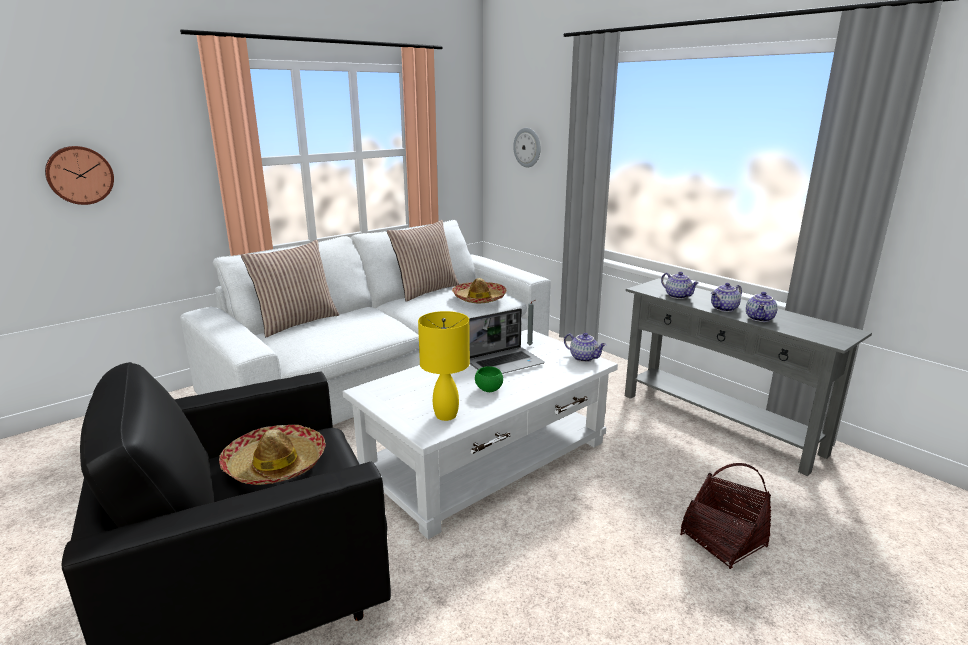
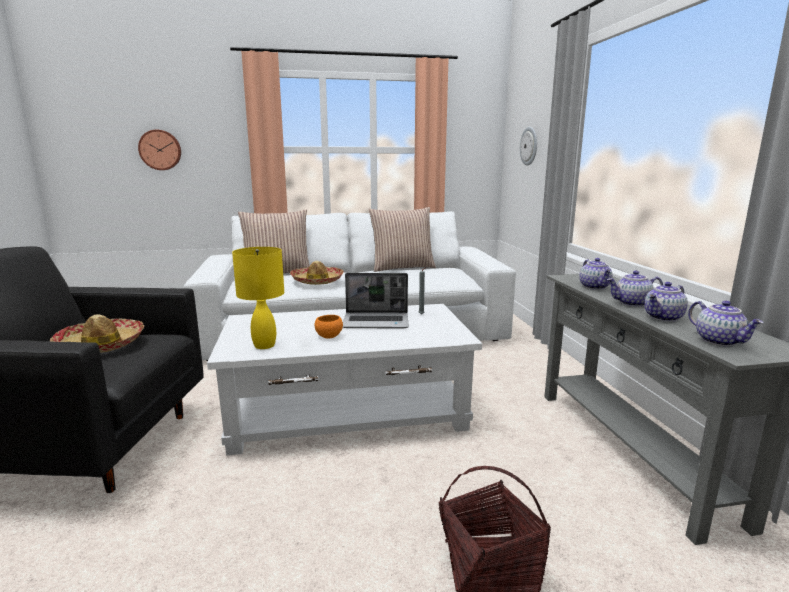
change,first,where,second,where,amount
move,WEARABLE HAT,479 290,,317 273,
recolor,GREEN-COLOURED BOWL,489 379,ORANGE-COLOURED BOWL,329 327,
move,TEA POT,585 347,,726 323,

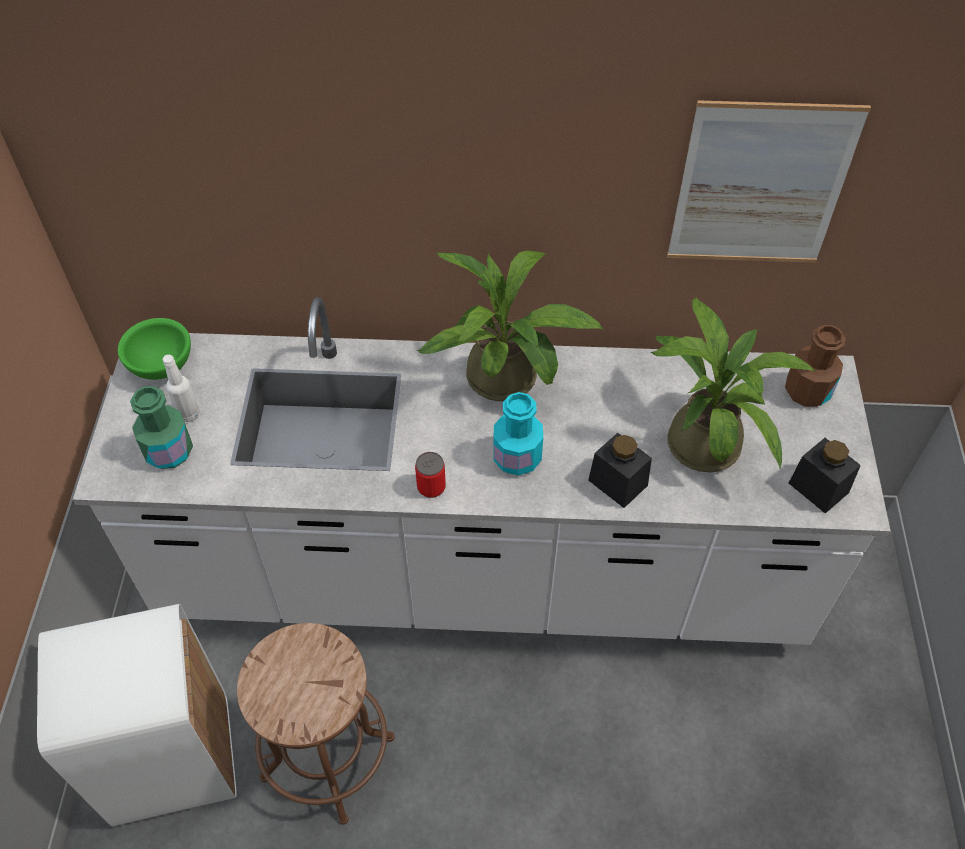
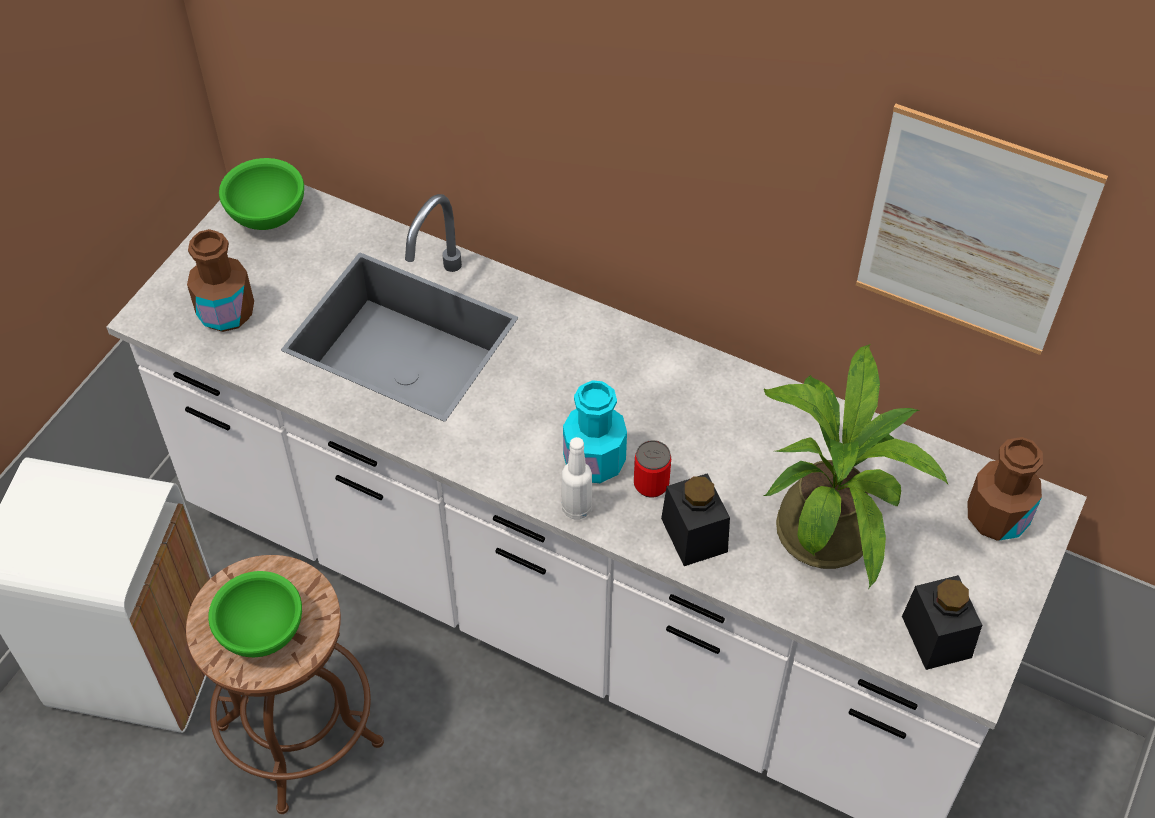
change,first,where,second,where,amount
recolor,GREEN-COLOURED BOTTLE,161 427,BROWN BOTTLE,220 280,
insert,,,GREEN-COLOURED BOWL,255 614,
move,WHITISH BOTTLE,181 388,,576 478,
move,CAN,430 475,,652 469,
delete,POTTED PLANT,510 325,,,

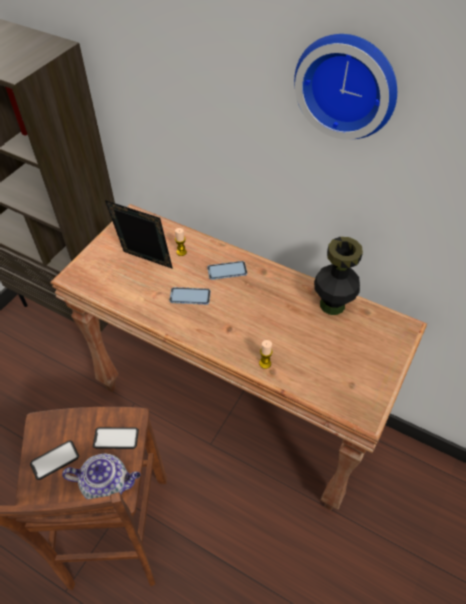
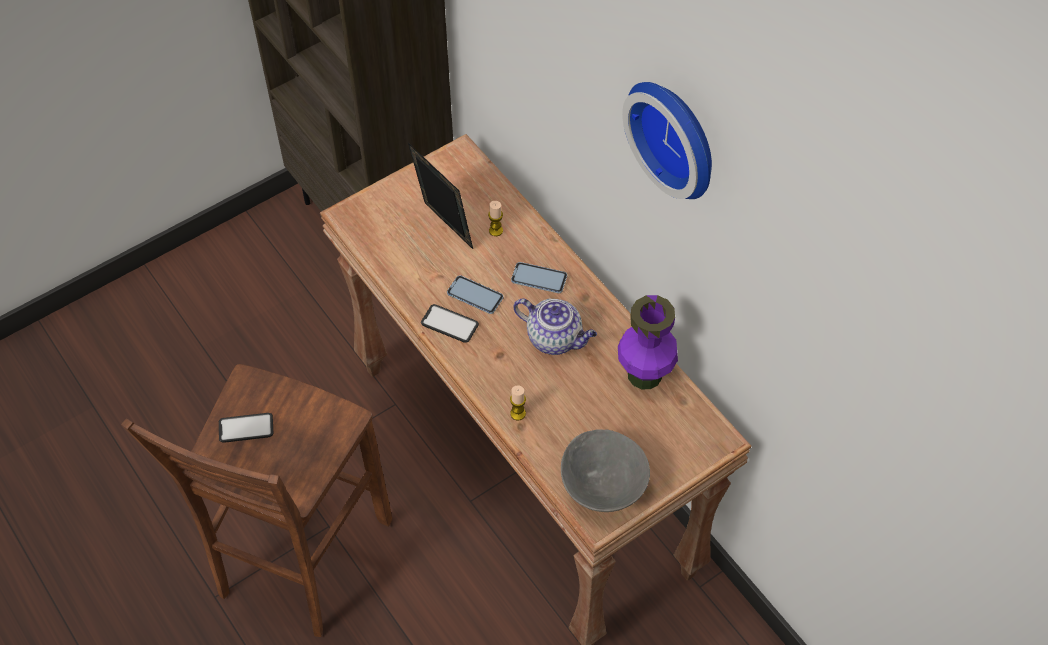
change,first,where,second,where,amount
move,PHONE,116 438,,450 323,
move,TEA POT,101 476,,555 327,
insert,,,GREY BOWL,605 470,
recolor,BLACK FLOWER VASE,338 276,PURPLISH FLOWER VASE,648 342,

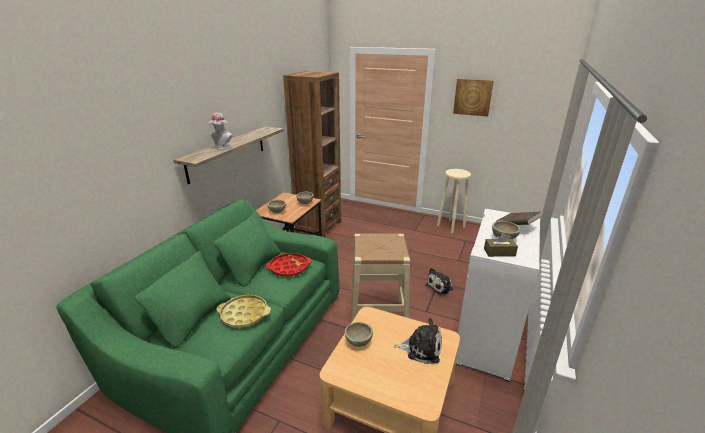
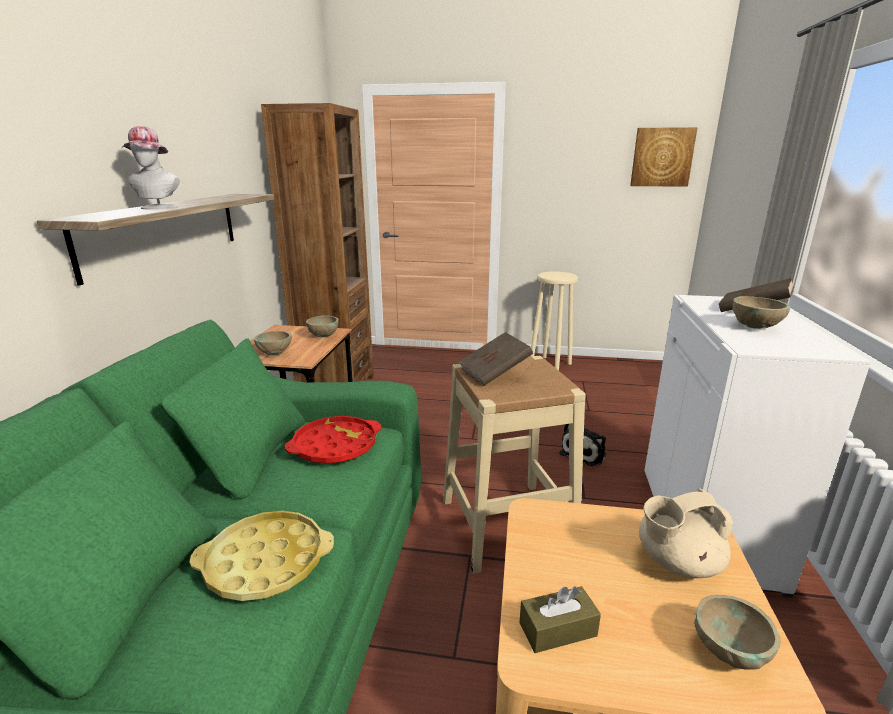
change,first,where,second,where,amount
insert,,,BROWN VOLUME,496 359,
move,BROWN BOX OF TISSUES,501 245,,560 619,
move,WALL ART,473 97,,664 157,
replace,SOFT TOY,418 341,BEIGE-COLOURED TEA POT,686 533,
move,BEIGE-COLOURED BOWL,359 334,,737 632,

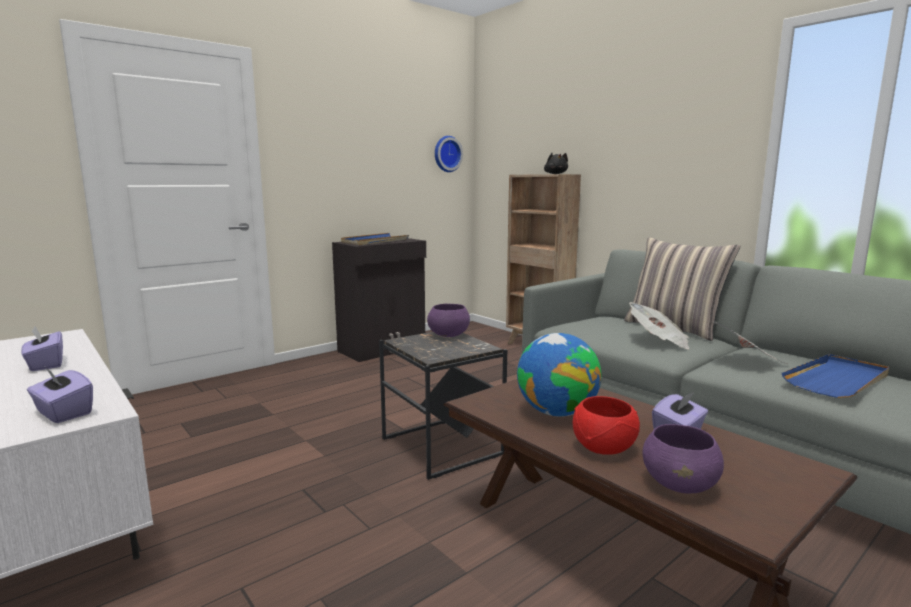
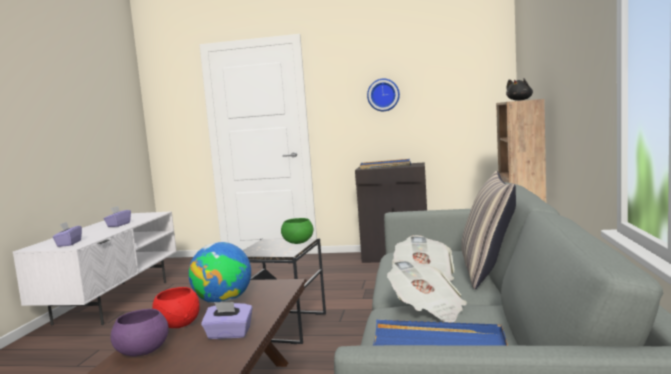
change,first,where,second,where,amount
recolor,PURPLISH BOWL,448 320,GREEN-COLOURED BOWL,297 231,
move,WALL CLOCK,449 154,,383 95,

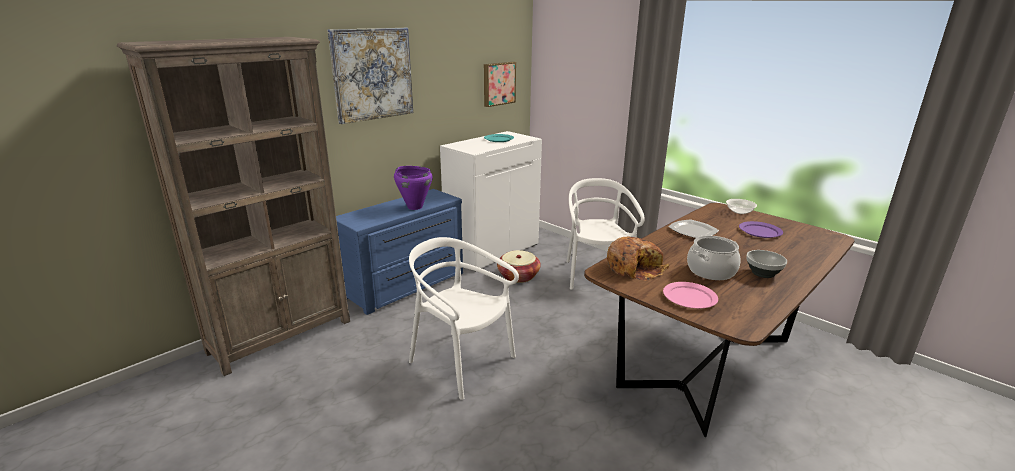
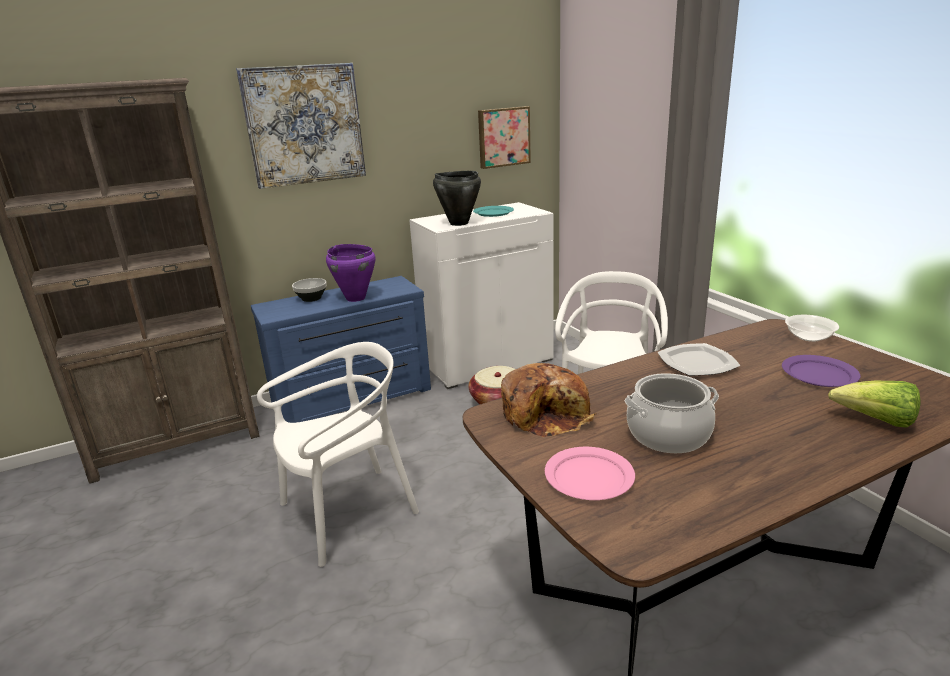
change,first,where,second,where,amount
rotate,WHITISH PLAIN CHAIR,464 318,,338 454,90 degrees clockwise
move,BOWL,766 264,,309 290,
insert,,,BLACK SAUCEPOT,457 198,
insert,,,LETTUCE HEAD,874 404,

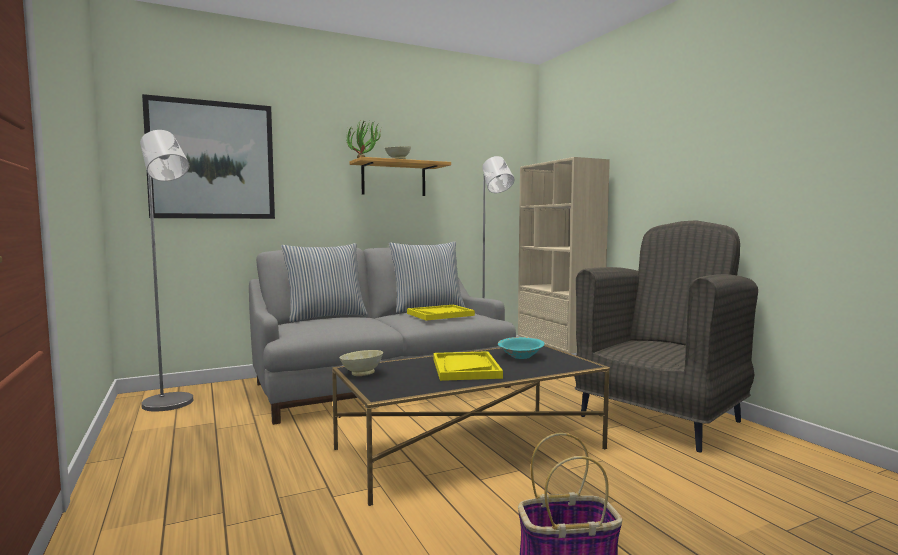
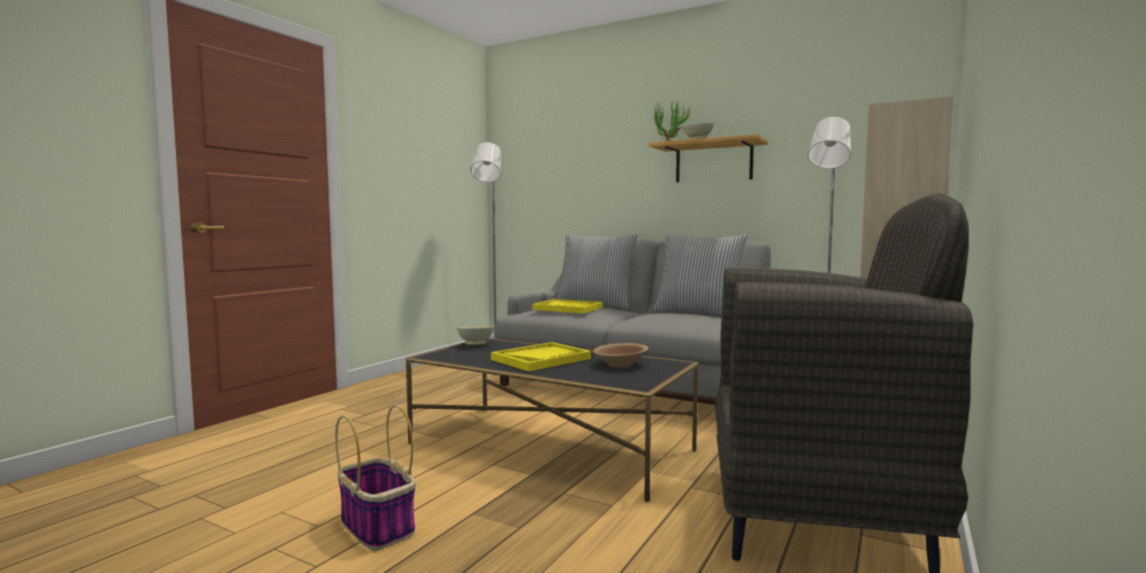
change,first,where,second,where,amount
move,YELLOW-COLOURED CARRYING TRAY,441 313,,567 306,
recolor,TURQUOISE BOWL,521 348,BROWN BOWL,620 355,
delete,WALL ART,208 156,,,

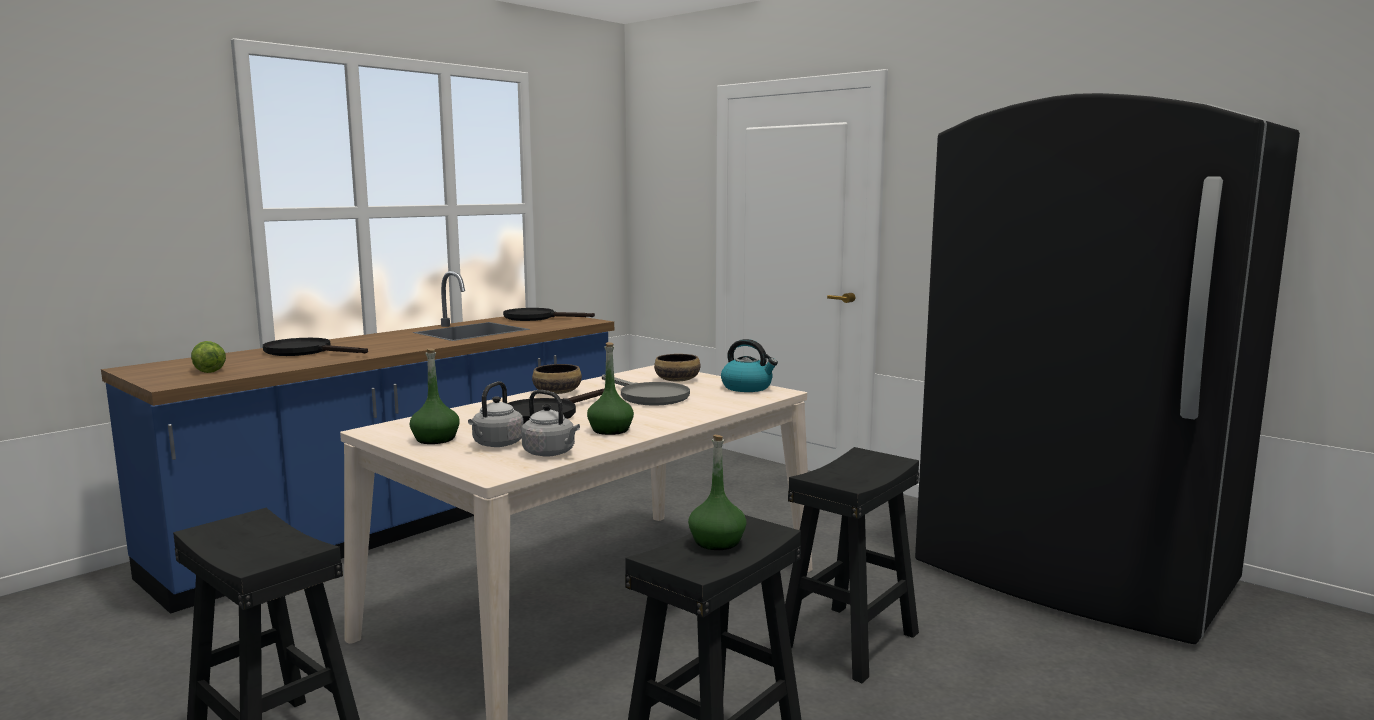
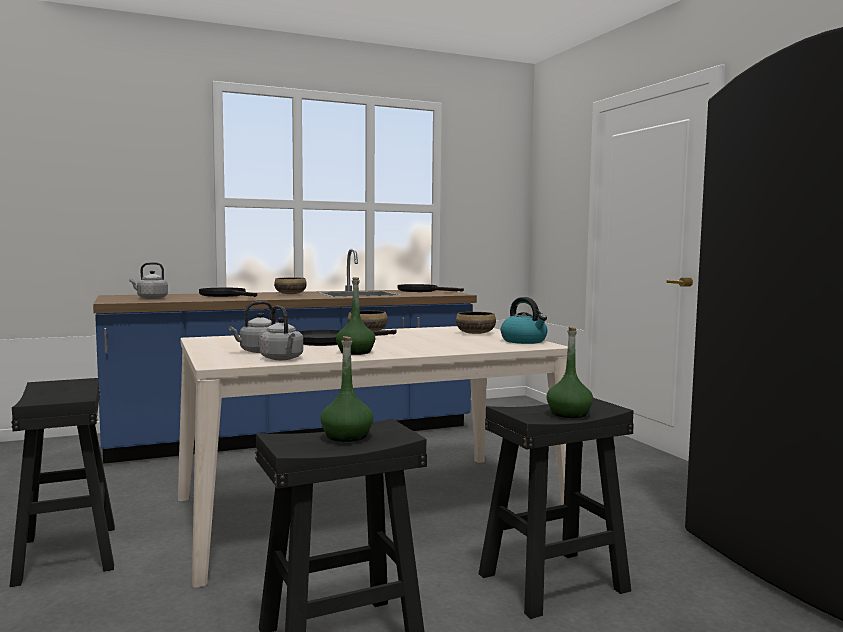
change,first,where,second,where,amount
replace,LETTUCE HEAD,208 357,GREY TEA KETTLE,148 280,
insert,,,BOWL,290 286,
move,GREEN-COLOURED BOTTLE,435 396,,570 372,
delete,GREY FRYING PAN,646 390,,,

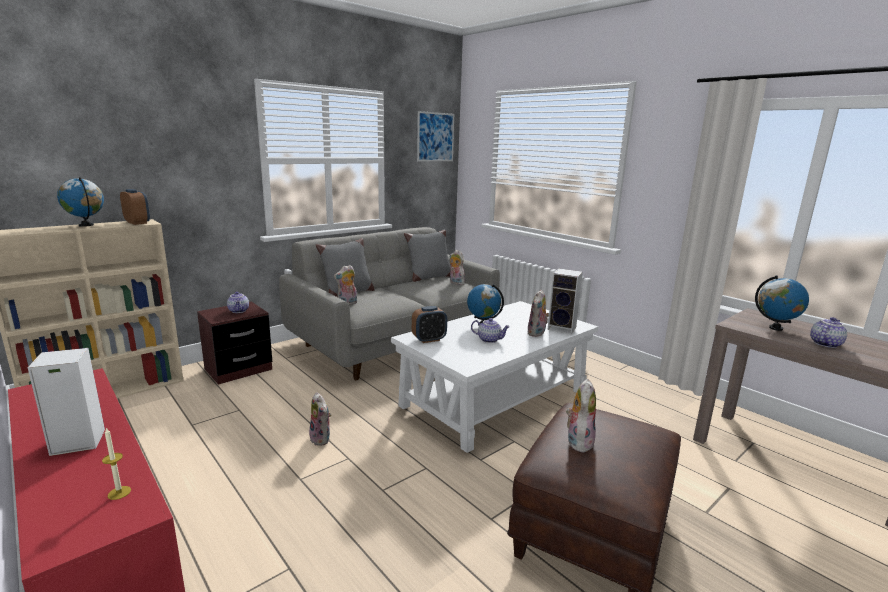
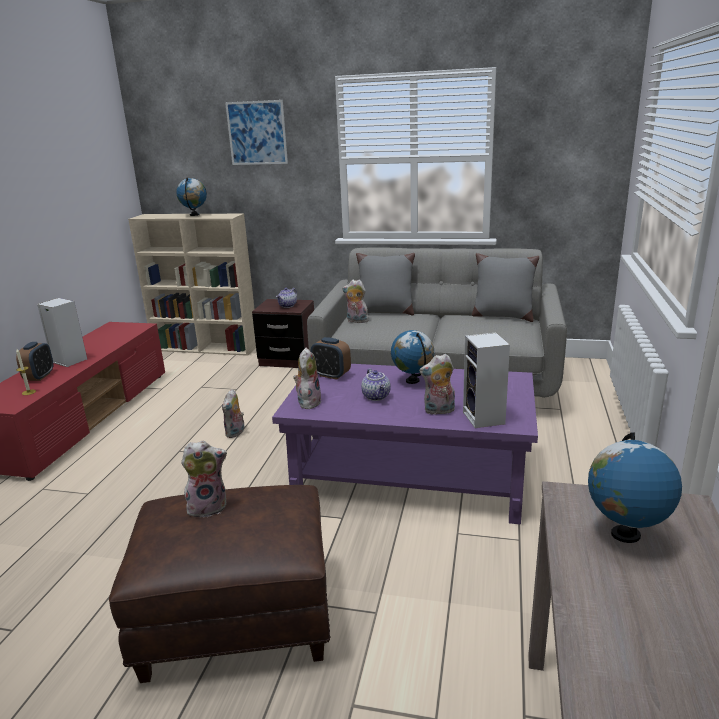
change,first,where,second,where,amount
move,TABLE CLOCK,135 207,,35 361,
move,WALL ART,435 136,,256 132,
recolor,WHITISH LOUNGE TABLE,494 377,PURPLISH LOUNGE TABLE,405 444,
move,SOFT TOY,457 267,,307 378,
delete,TEA POT,828 332,,,

